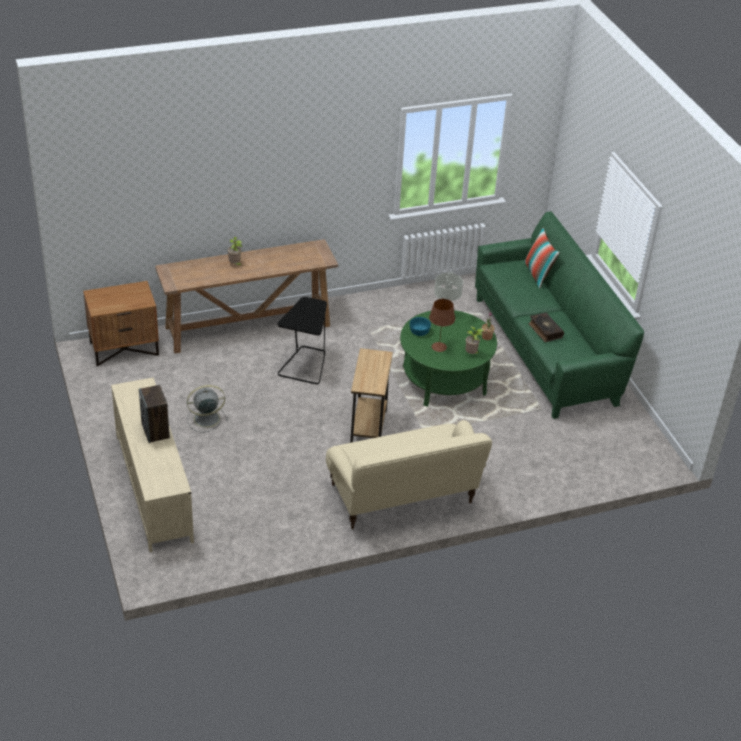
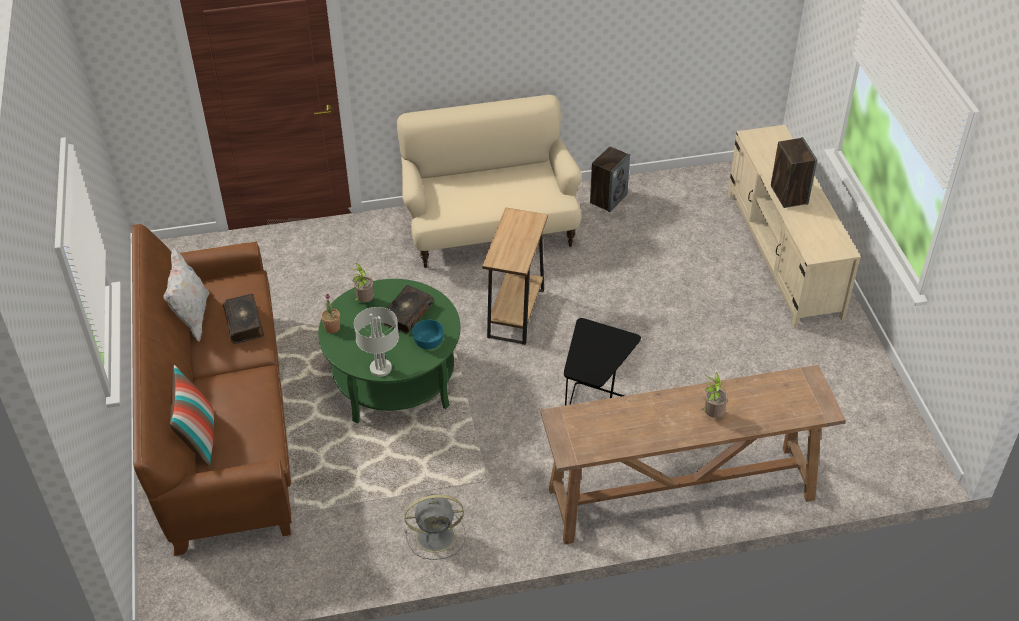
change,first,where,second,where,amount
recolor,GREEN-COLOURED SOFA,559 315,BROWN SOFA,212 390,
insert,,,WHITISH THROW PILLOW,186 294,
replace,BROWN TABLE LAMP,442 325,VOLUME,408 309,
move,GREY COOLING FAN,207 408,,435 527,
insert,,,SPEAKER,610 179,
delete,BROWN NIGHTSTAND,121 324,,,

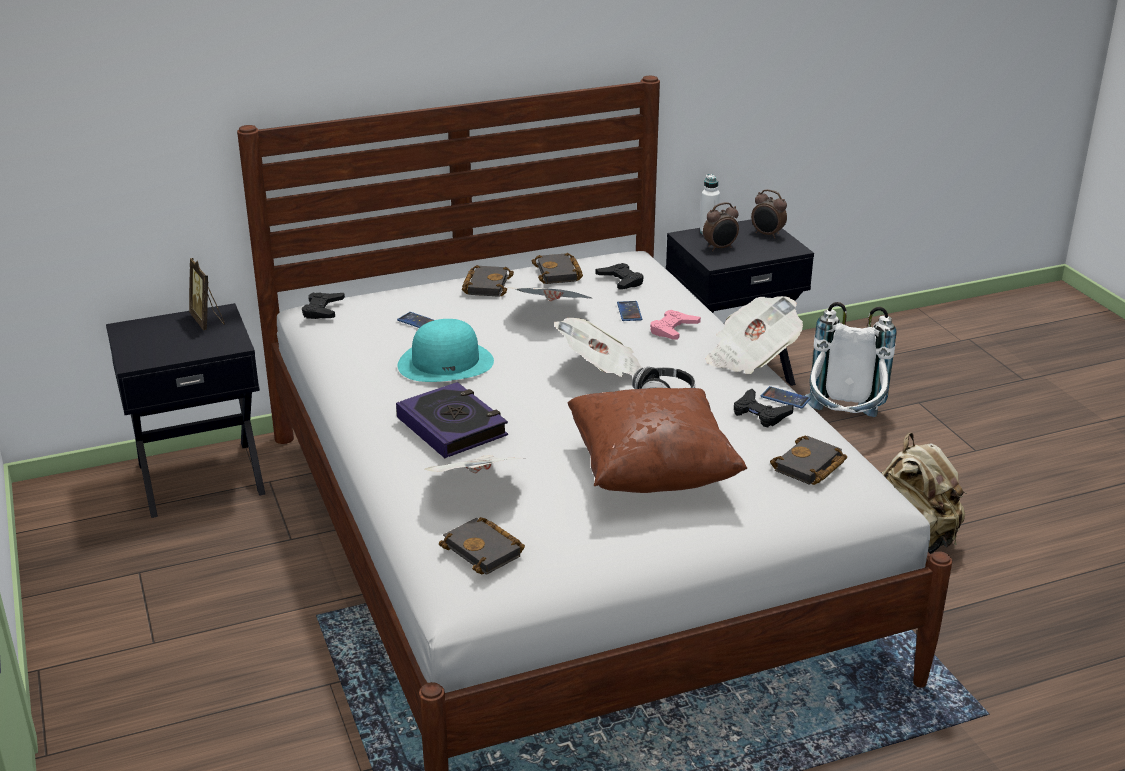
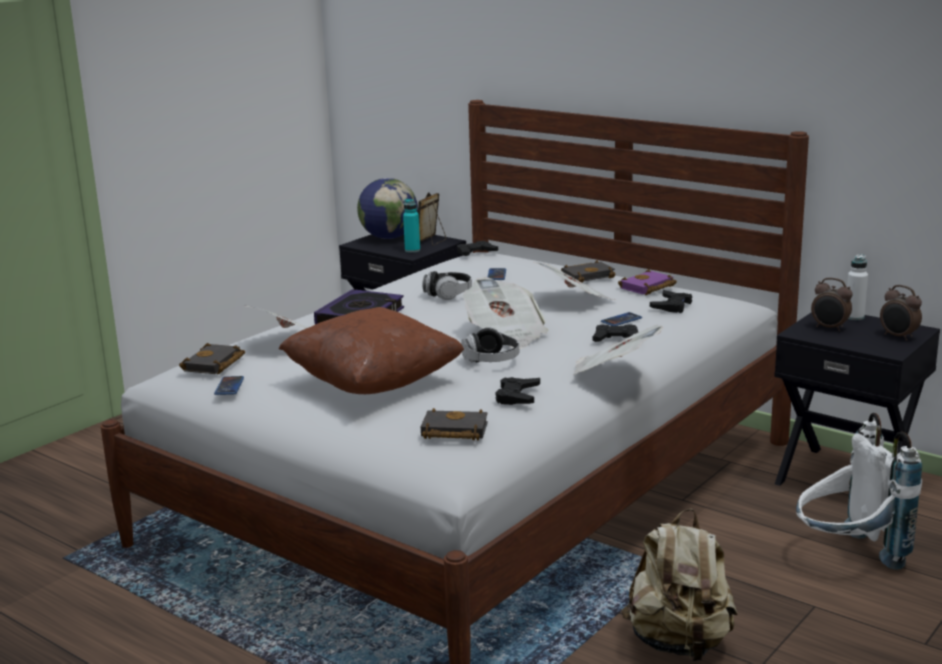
change,first,where,second,where,amount
move,PHONE,786 397,,229 385,
insert,,,GLOBE,387 208,
insert,,,TURQUOISE BOTTLE,411 226,
replace,TURQUOISE WEARABLE HAT,446 350,HEADSET,447 285,
recolor,PINKISH GAMEPAD,675 325,BLACK GAMEPAD,615 333,
recolor,BLACK VOLUME,557 268,PURPLISH VOLUME,647 282,
rotate,TABLE CLOCK,769 214,,901 313,45 degrees counterclockwise

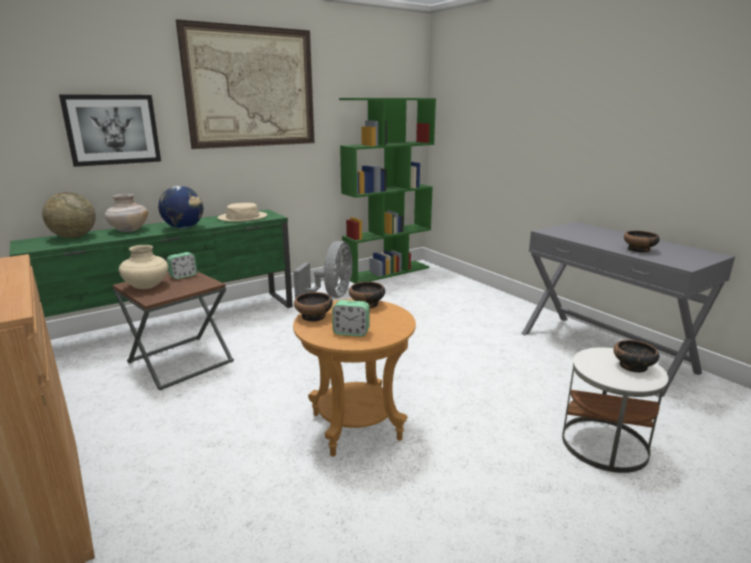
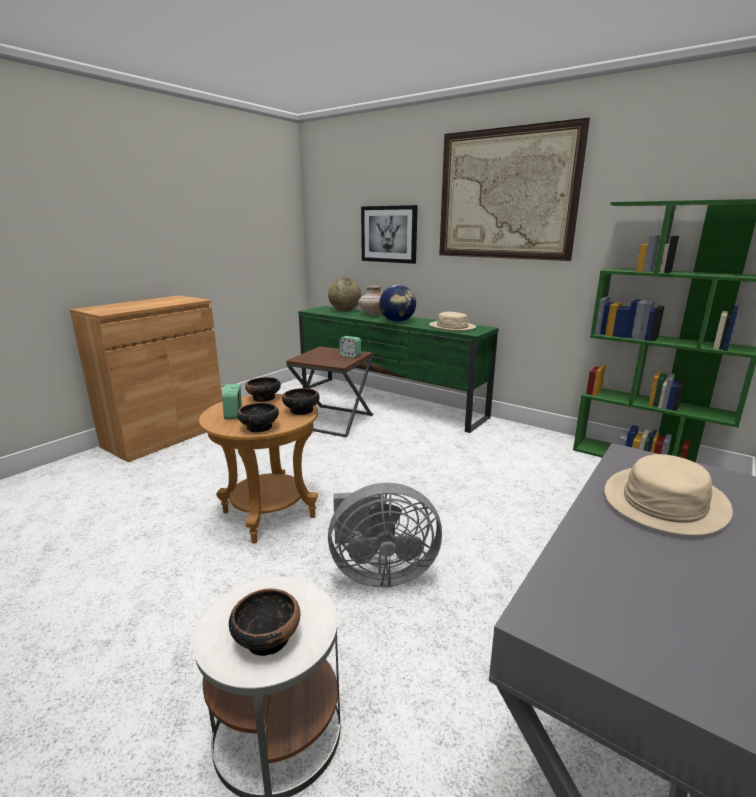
change,first,where,second,where,amount
move,BOWL,642 242,,258 418,
move,GREY COOLING FAN,322 270,,385 535,
insert,,,BEIGE-COLOURED WEARABLE HAT,668 495,
delete,BEIGE-COLOURED FLOWER VASE,143 267,,,

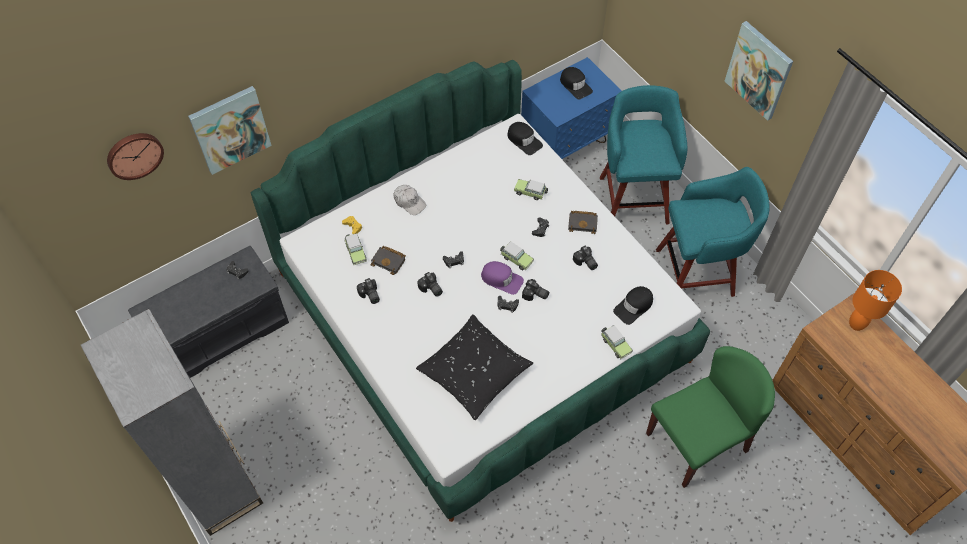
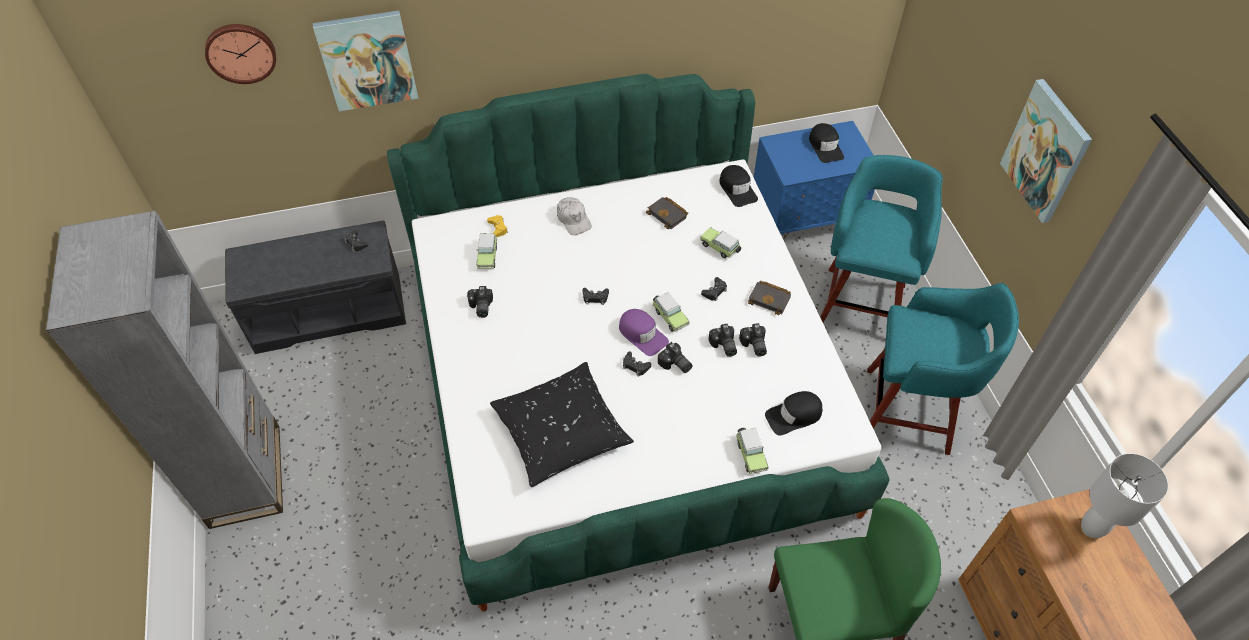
change,first,where,second,where,amount
move,BLACK VOLUME,388 260,,667 213,
move,STILL CAMERA,430 284,,722 340,
recolor,ORANGE-COLOURED TABLE LAMP,875 300,WHITISH TABLE LAMP,1124 495,

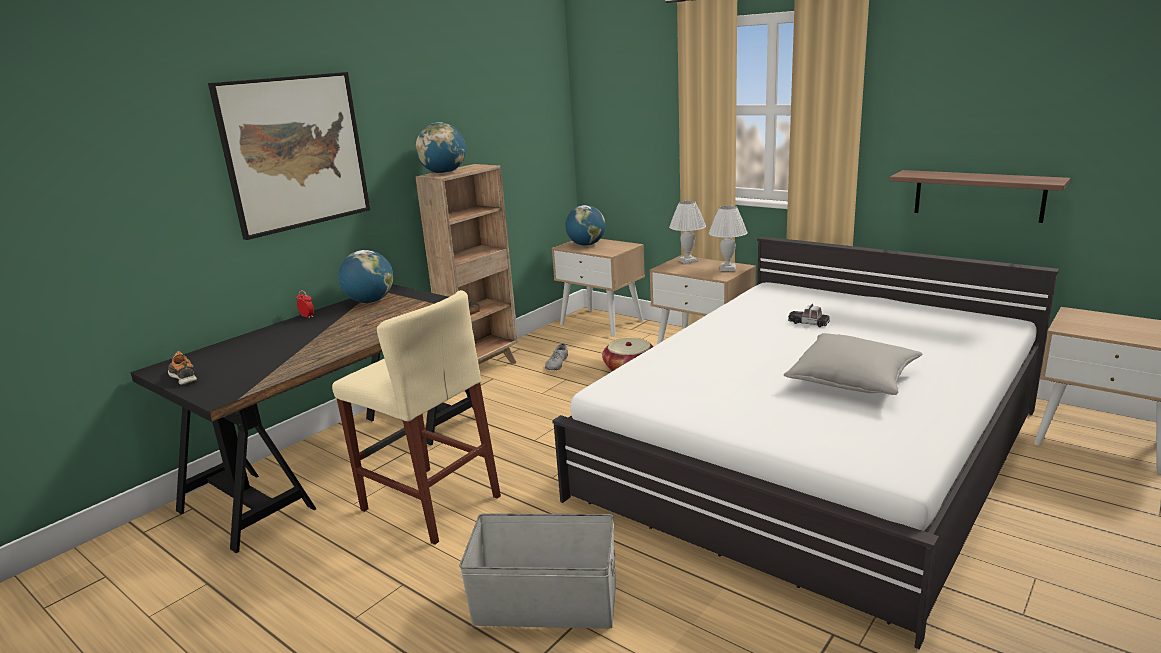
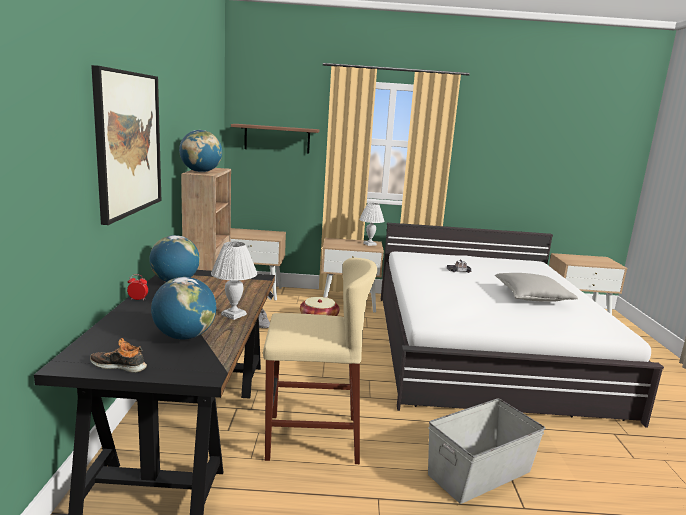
change,first,where,second,where,amount
move,GLOBE,585 225,,183 308,
move,WHITISH TABLE LAMP,687 232,,234 280,
move,WALL SHELF,980 196,,275 139,

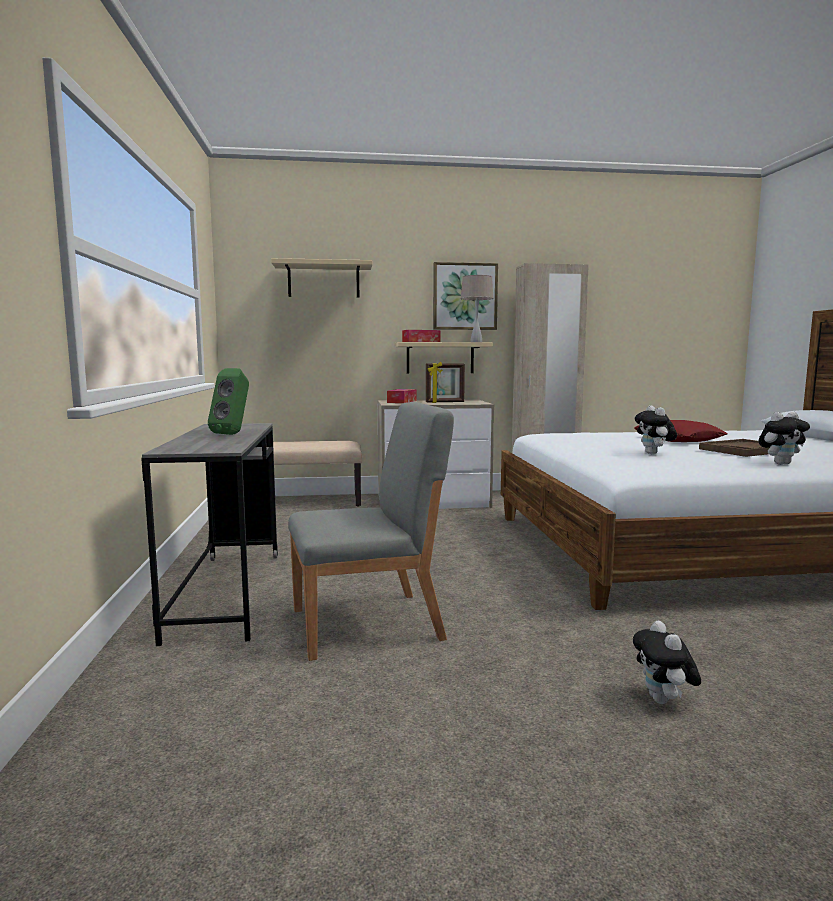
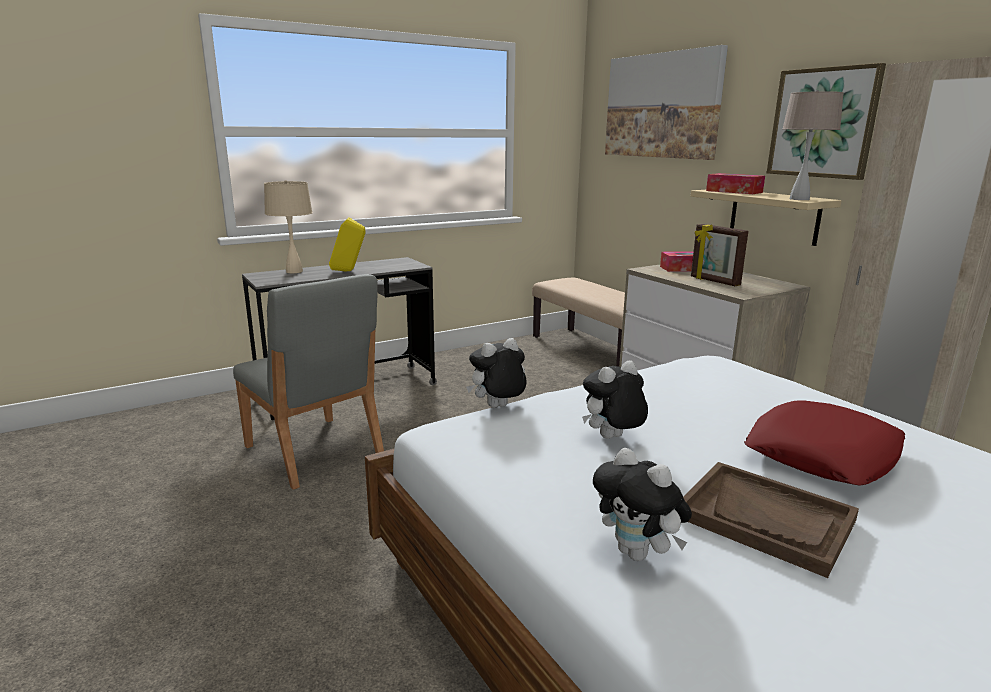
change,first,where,second,where,amount
insert,,,BEIGE-COLOURED TABLE LAMP,288 226,
recolor,GREEN-COLOURED SPEAKER,228 401,YELLOW-COLOURED SPEAKER,347 244,
move,SOFT TOY,667 662,,496 373,
replace,BEIGE-COLOURED WALL SHELF,321 278,WALL ART,666 102,

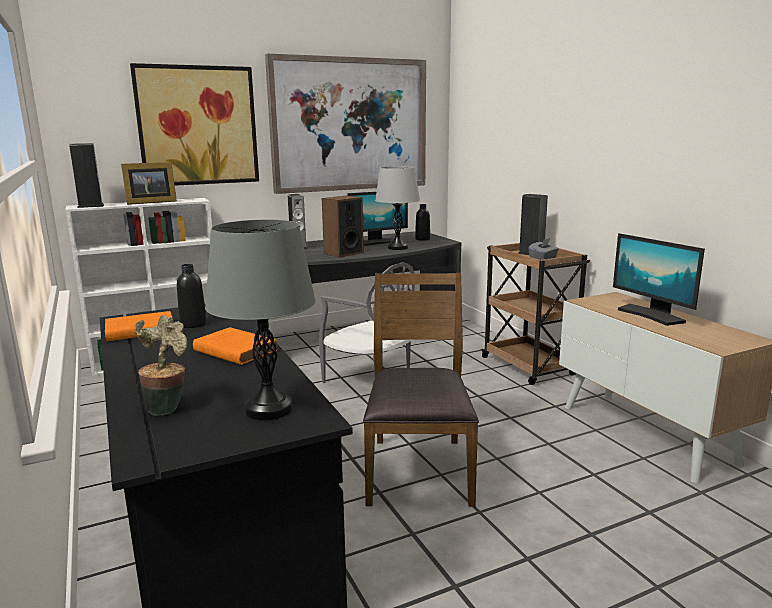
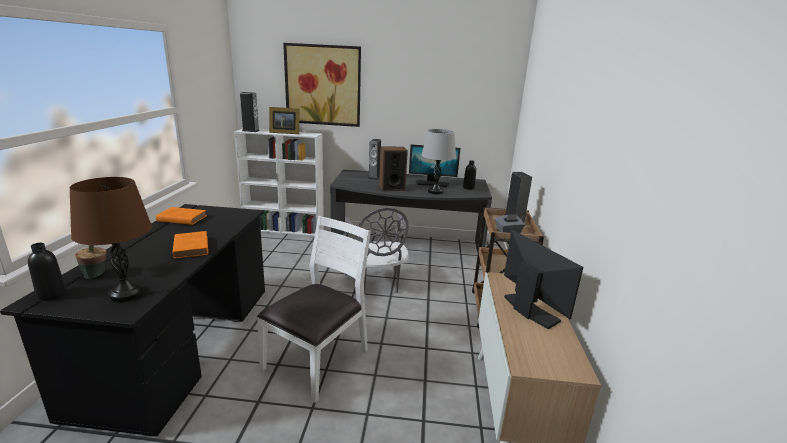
change,first,where,second,where,amount
move,BLACK BOTTLE,192 296,,47 272,
recolor,GREY TABLE LAMP,260 320,BROWN TABLE LAMP,111 239,
recolor,BROWN PLAIN CHAIR,421 390,WHITISH PLAIN CHAIR,314 309,
rotate,MONITOR,659 279,,543 279,150 degrees clockwise
delete,WALL ART,345 124,,,

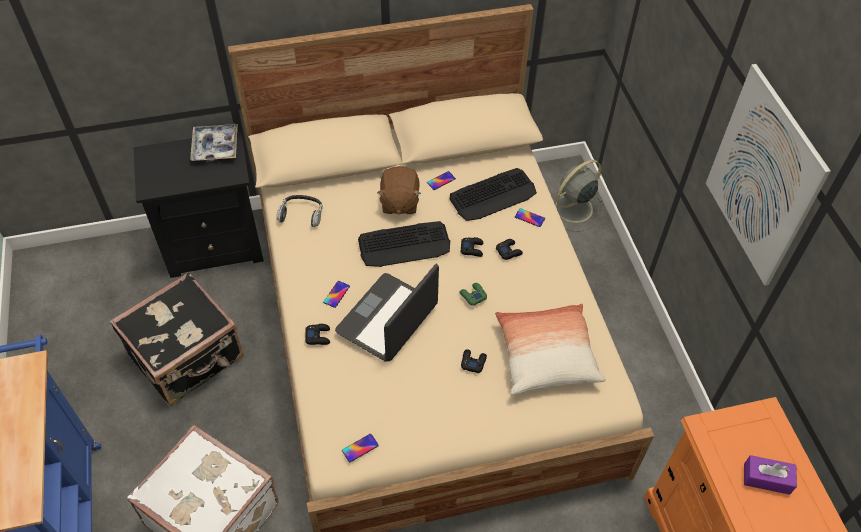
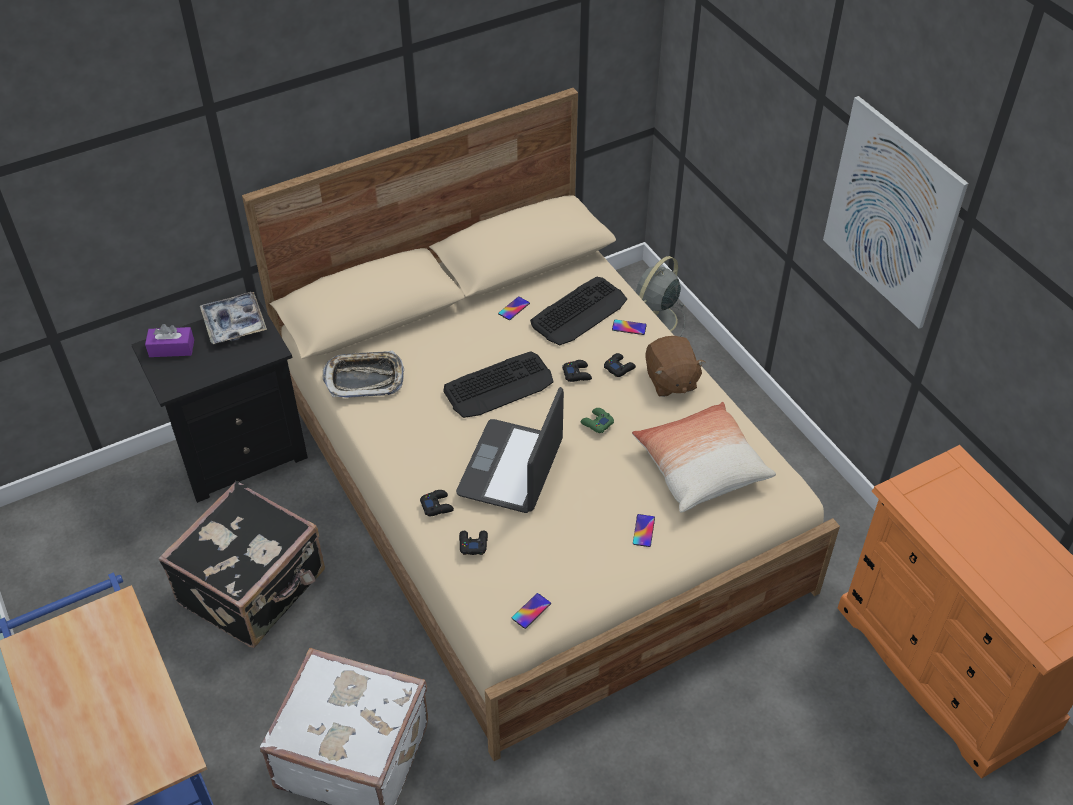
change,first,where,second,where,amount
move,PURPLISH BOX OF TISSUES,770 475,,169 340,
replace,HEADSET,299 211,CARRYING TRAY,363 374,
move,BLACK GAMEPAD,474 361,,473 542,
move,PHONE,336 294,,644 530,
move,BROWN SOFT TOY,399 190,,675 366,

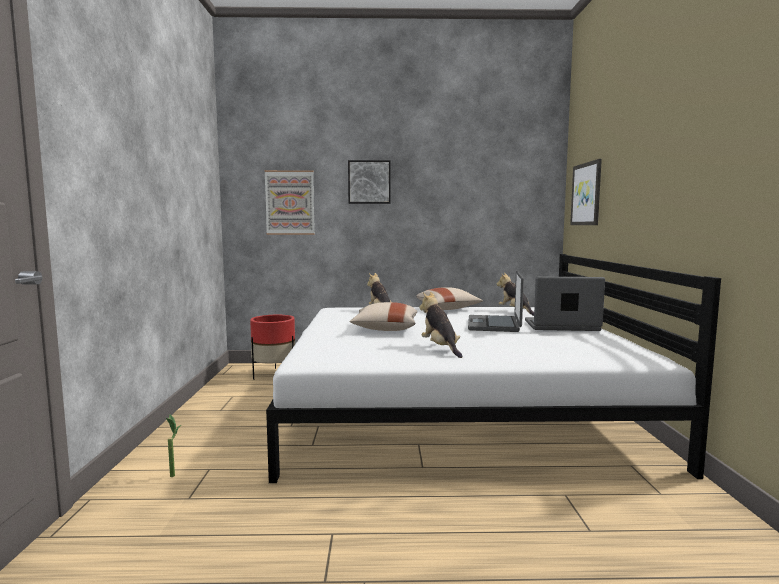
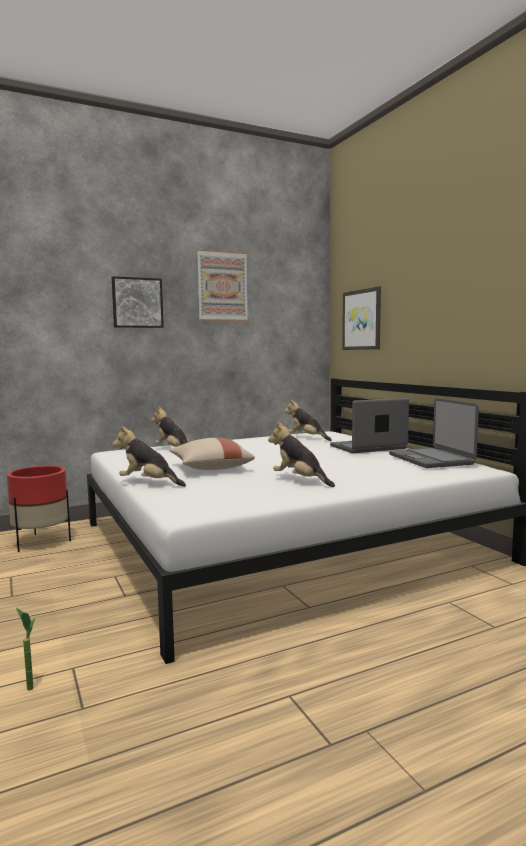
change,first,where,second,where,amount
insert,,,SOFT TOY,149 456,
move,WALL ART,289 202,,222 285,
move,NOTEBOOK COMPUTER,496 301,,434 433,
delete,BEIGE-COLOURED THROW PILLOW,449 298,,,

